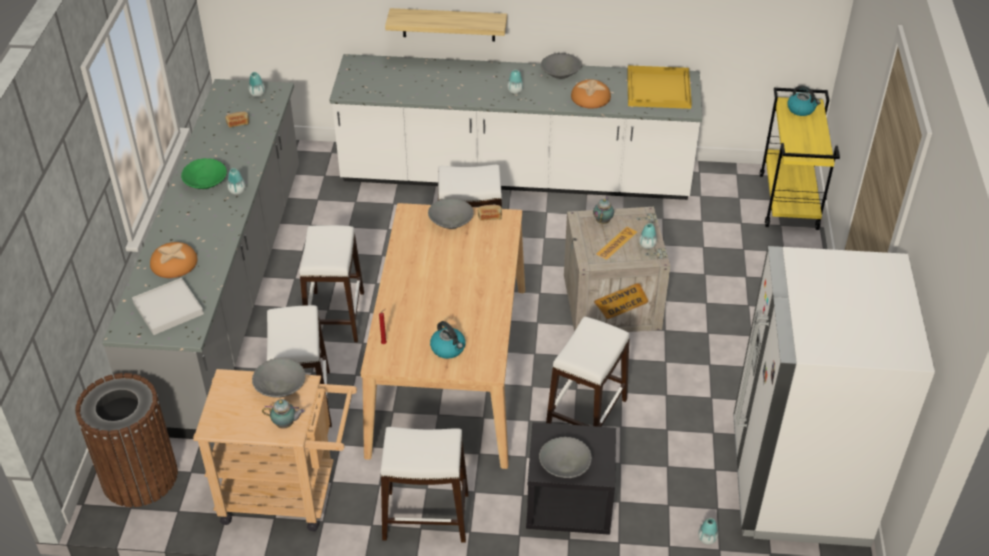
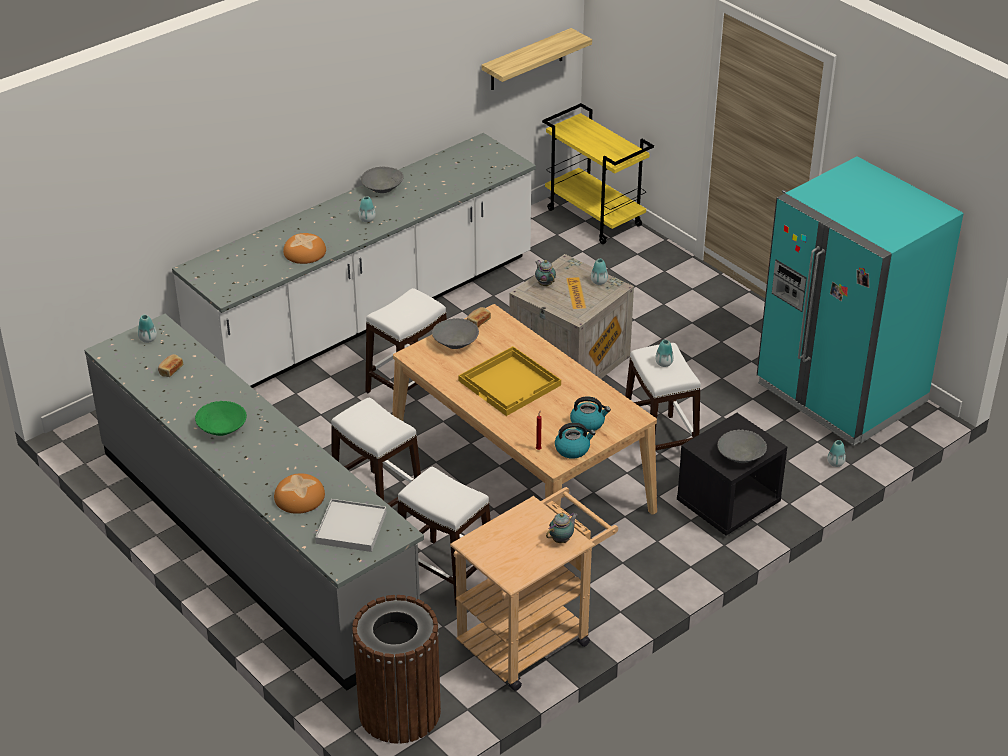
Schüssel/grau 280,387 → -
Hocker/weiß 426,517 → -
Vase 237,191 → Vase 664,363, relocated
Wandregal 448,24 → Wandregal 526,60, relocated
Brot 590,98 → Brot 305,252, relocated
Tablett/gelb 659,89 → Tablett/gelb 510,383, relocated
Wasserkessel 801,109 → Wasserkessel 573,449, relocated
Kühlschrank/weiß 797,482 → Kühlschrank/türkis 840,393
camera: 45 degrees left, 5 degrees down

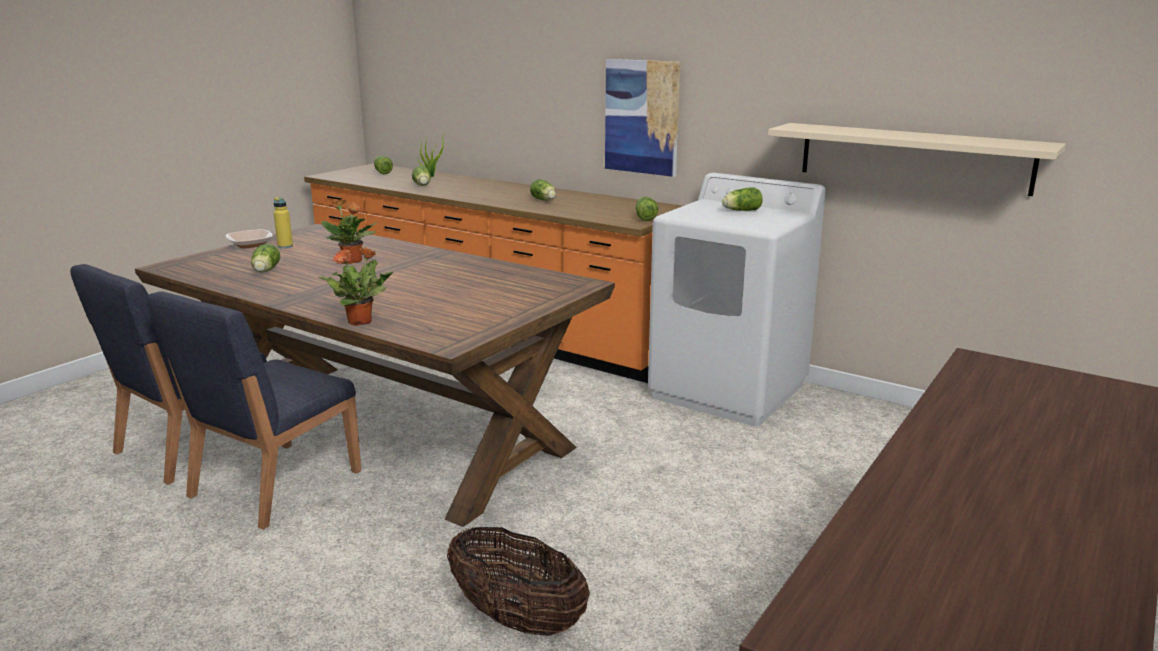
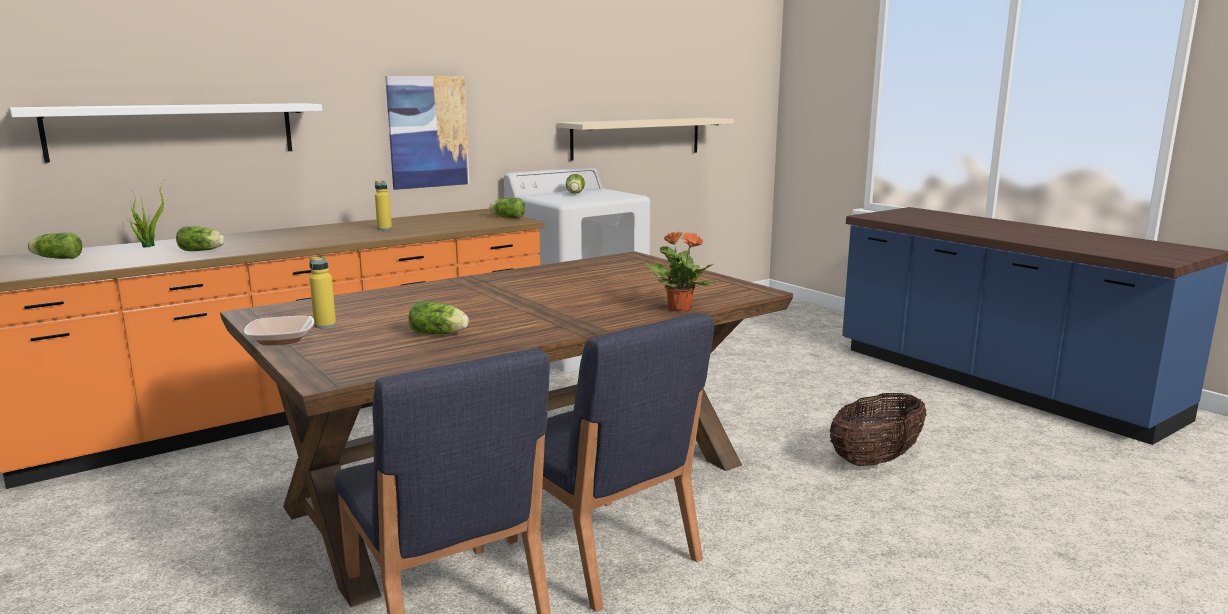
Topfpflanze 352,261 → -
- → Wandregal/weiß 174,130
Salatkopf 544,200 → Flasche/gelb 384,229
camera: 70 degrees left, 5 degrees down

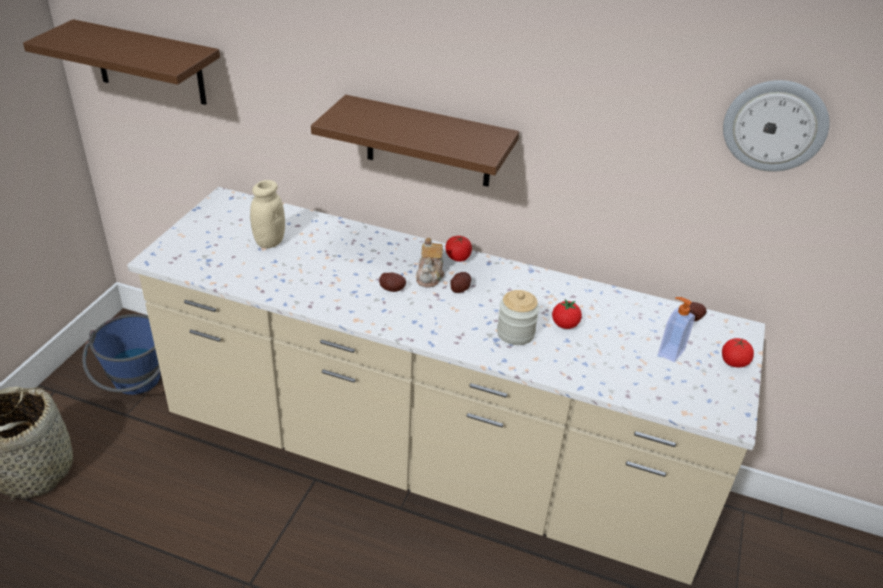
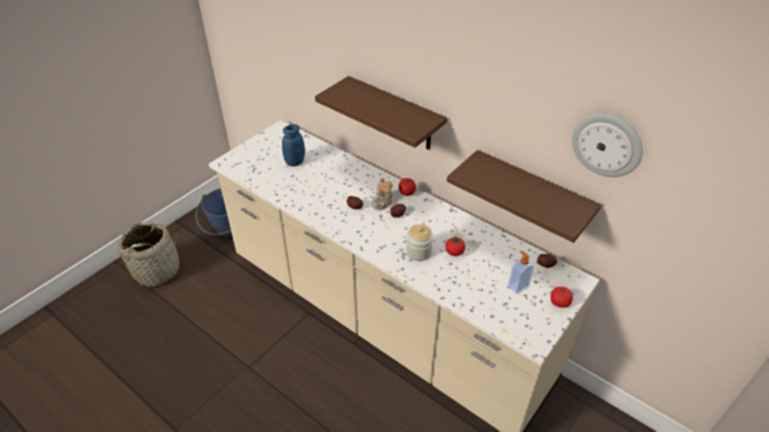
Wandregal/braun 149,63 → Wandregal/braun 531,194, relocated
Vorratsglas/beige 269,241 → Vorratsglas/blau 295,162
camera: 20 degrees right, 5 degrees up

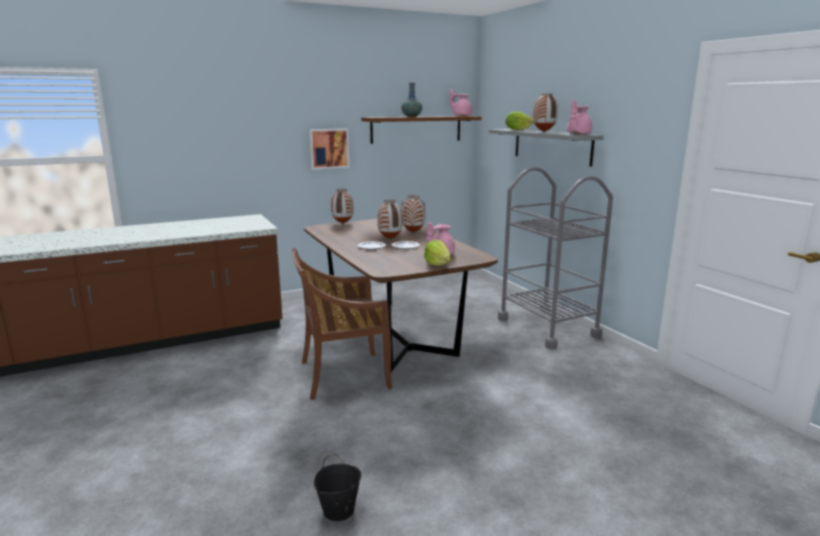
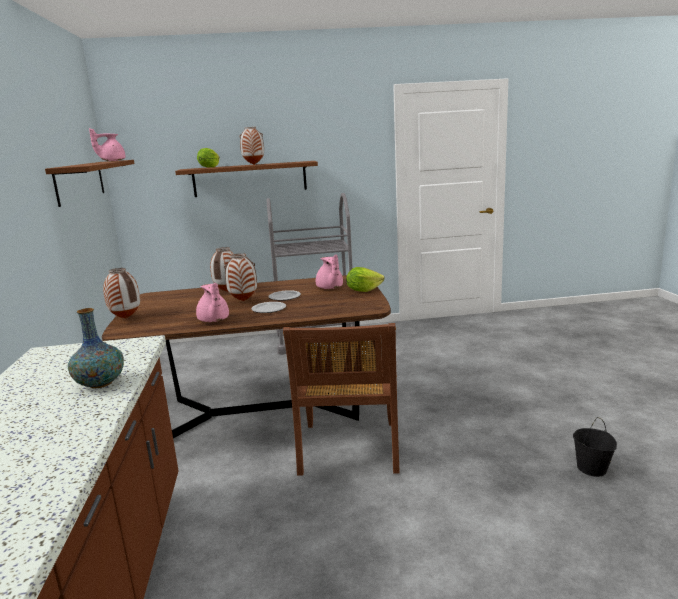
Bild 328,148 → -
Vase 411,116 → Vase 100,383, relocated
Teekanne/rosa 577,134 → Teekanne/rosa 213,320, relocated
Wandregal/grau 551,146 → Wandregal/braun 249,179
camera: 70 degrees left, 0 degrees up

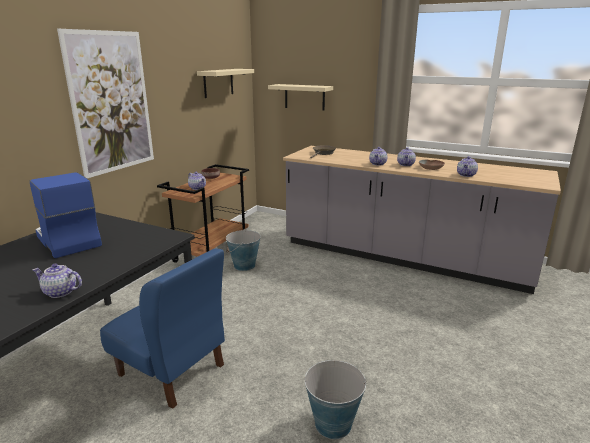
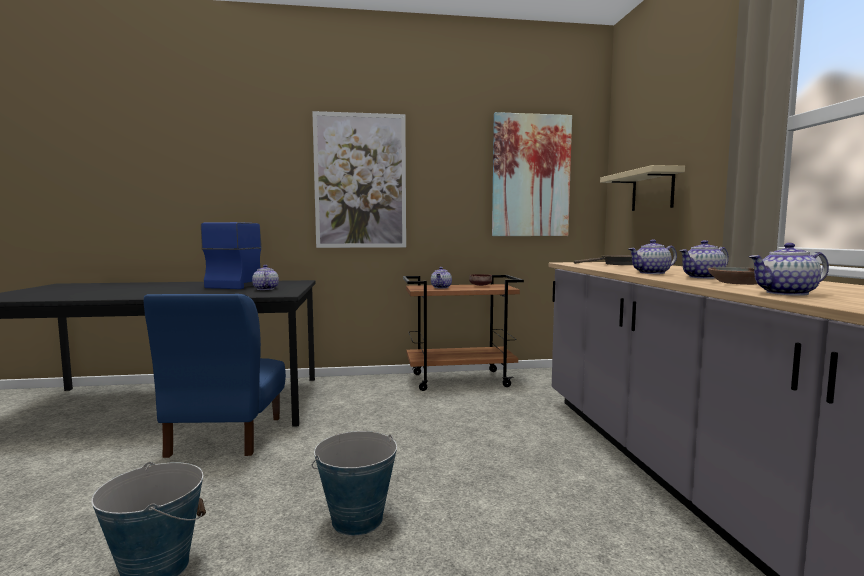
Teekanne 59,292 → Teekanne 265,289, relocated
Eimer 244,266 → Eimer 356,520, relocated
Wandregal/beige 218,83 → Bild 531,176
camera: 55 degrees right, 15 degrees down

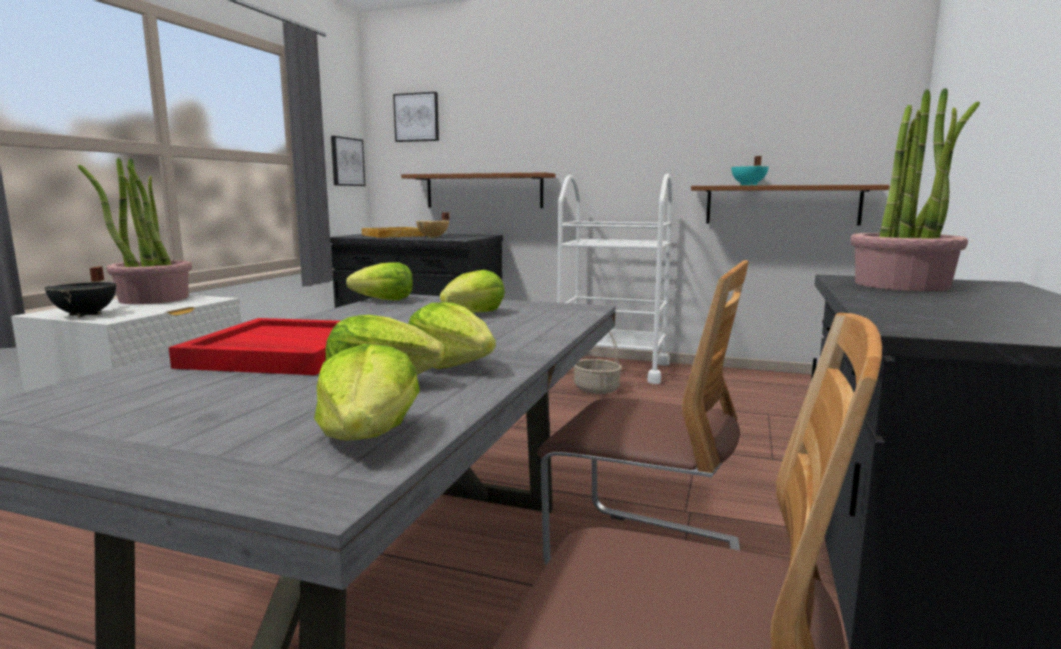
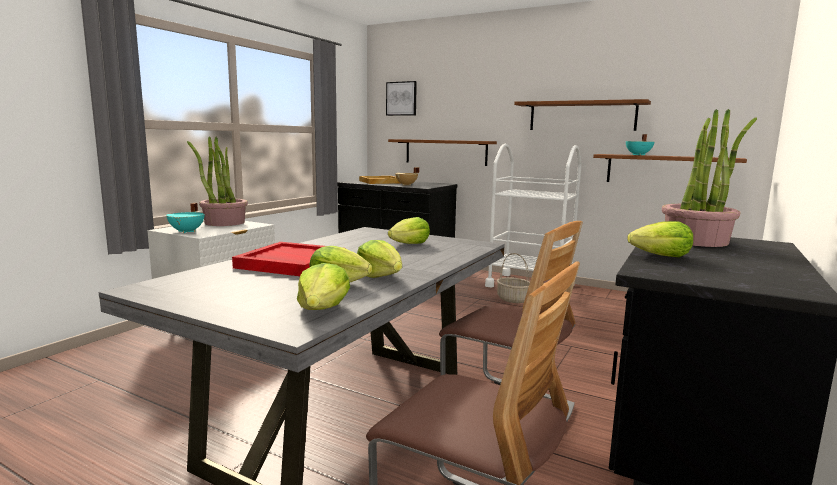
Bild 347,162 → -
- → Wandregal/braun 581,116
Salatkopf 384,300 → Salatkopf 661,256, relocated
Kochtopf/schwarz 87,314 → Kochtopf/türkis 187,231
camera: 10 degrees right, 0 degrees up

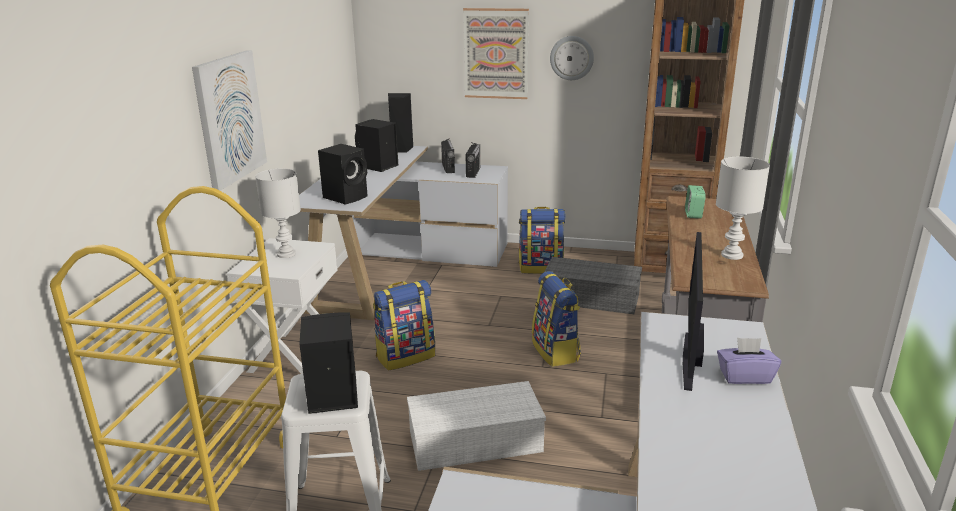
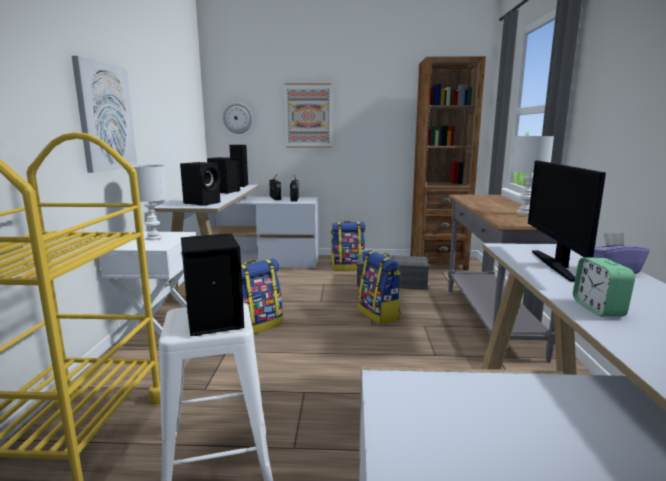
Aufbewahrungsbox/weiß 476,440 → -
Wanduhr 571,58 → Wanduhr 238,118, relocated
Wecker 693,214 → Wecker 598,309, relocated
camera: 10 degrees left, 10 degrees down

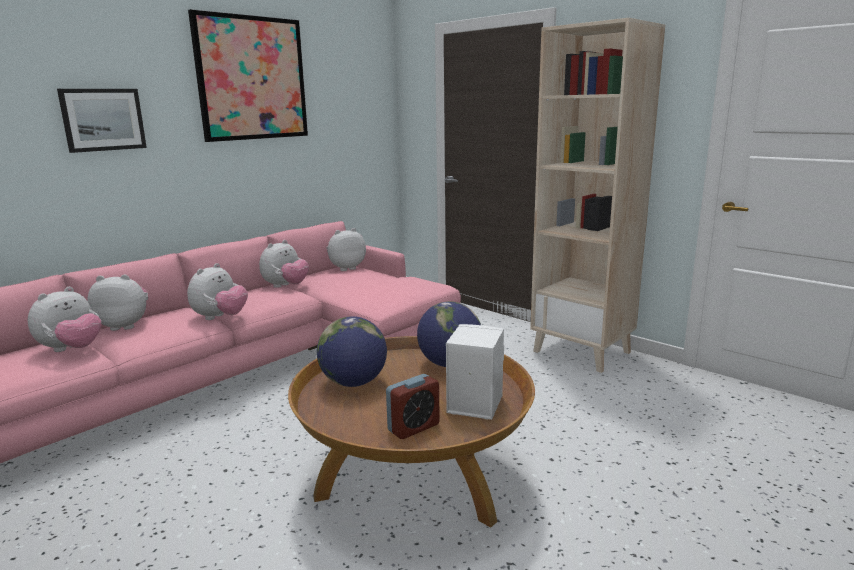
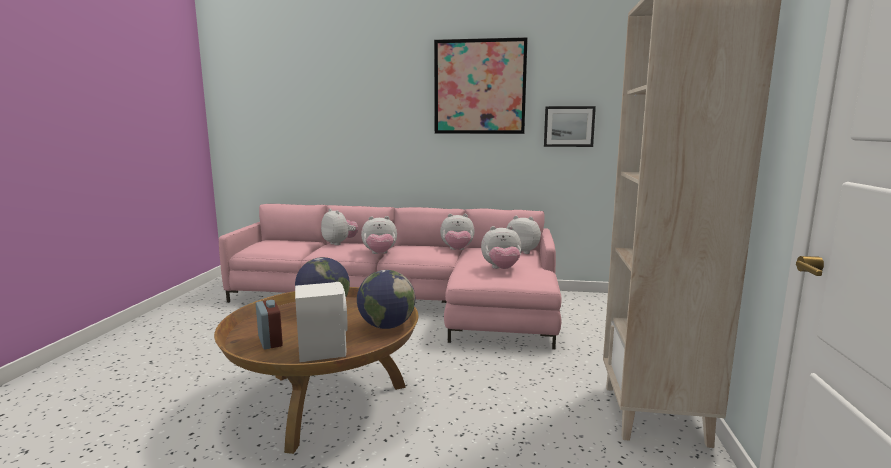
Plüschtier 72,349 → Plüschtier 501,269, relocated
Bild 103,119 → Bild 569,126, relocated
Wecker 413,427 → Wecker 270,341, 135 degrees counterclockwise
camera: 55 degrees right, 5 degrees down

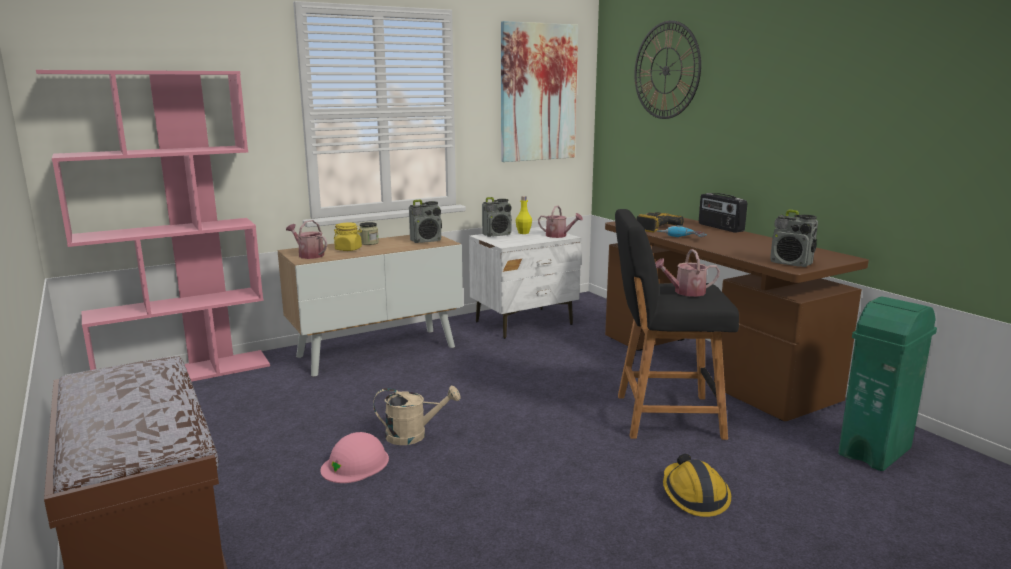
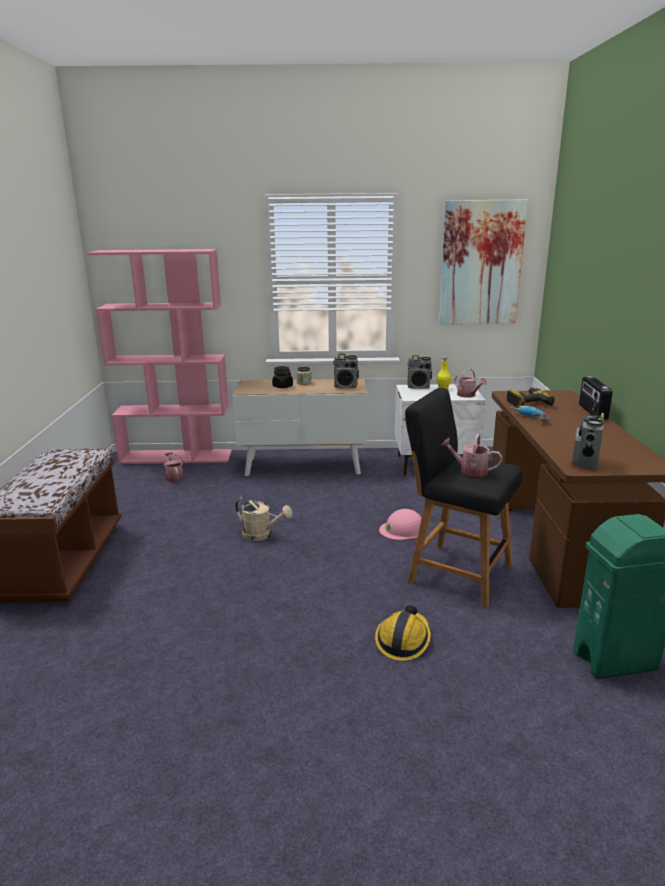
Wanduhr 666,70 → -
Gießkanne 308,255 → Gießkanne 174,477, relocated
Schutzhelm/rosa 355,464 → Schutzhelm/rosa 403,529, relocated
Vorratsglas/gelb 348,249 → Vorratsglas/schwarz 283,386
Radio 791,263 → Radio 584,463, 45 degrees clockwise
camera: 30 degrees right, 5 degrees up

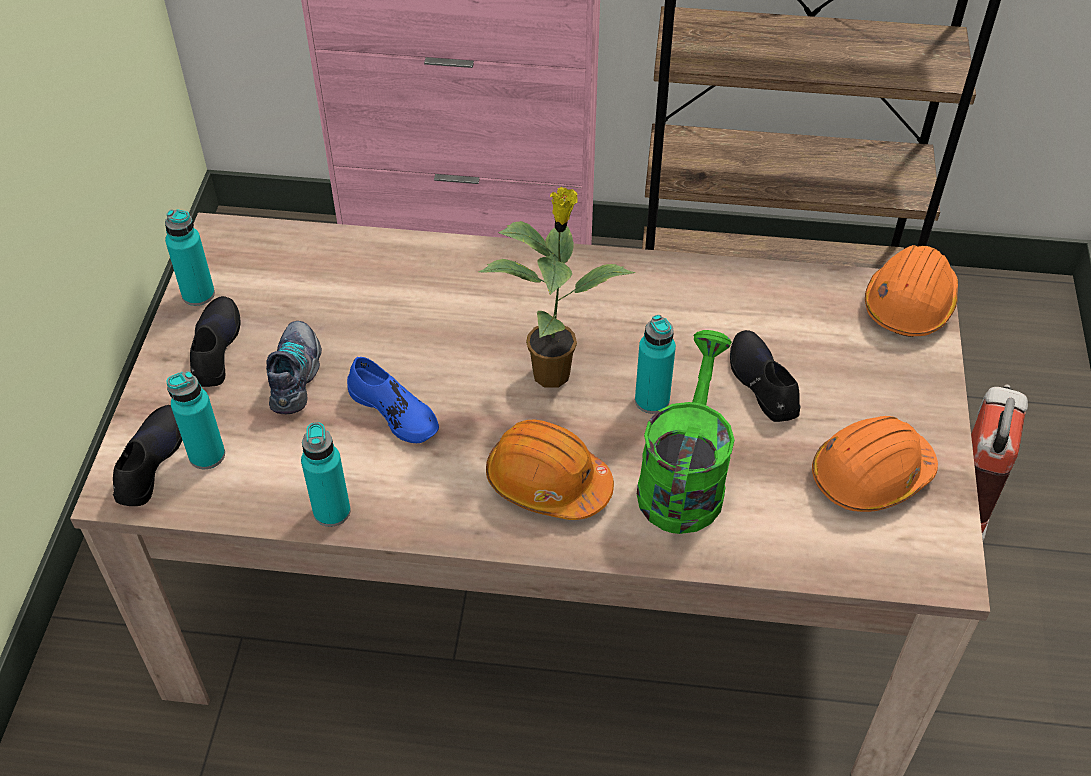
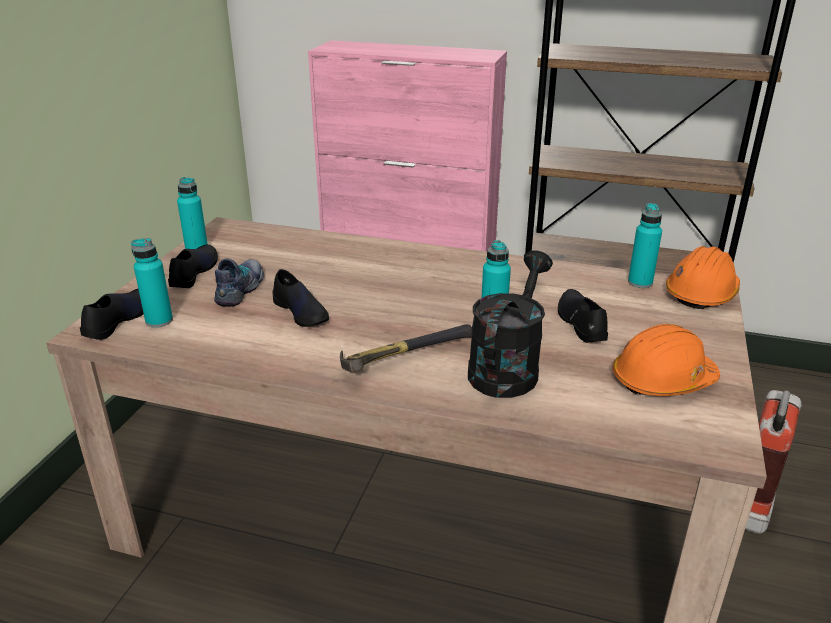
Topfpflanze 553,372 → -
Flasche/türkis 332,511 → Flasche/türkis 640,282, relocated
Schutzhelm/orange 547,482 → Hammer 400,358
Schuh/blau 394,411 → Schuh/schwarz 301,312
Gießkanne/grün 683,479 → Gießkanne/schwarz 507,367
camera: 10 degrees right, 20 degrees down

